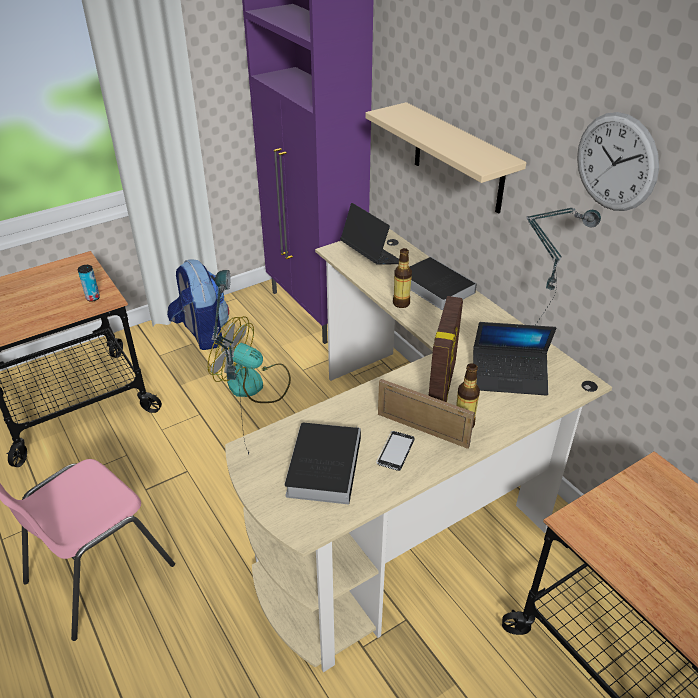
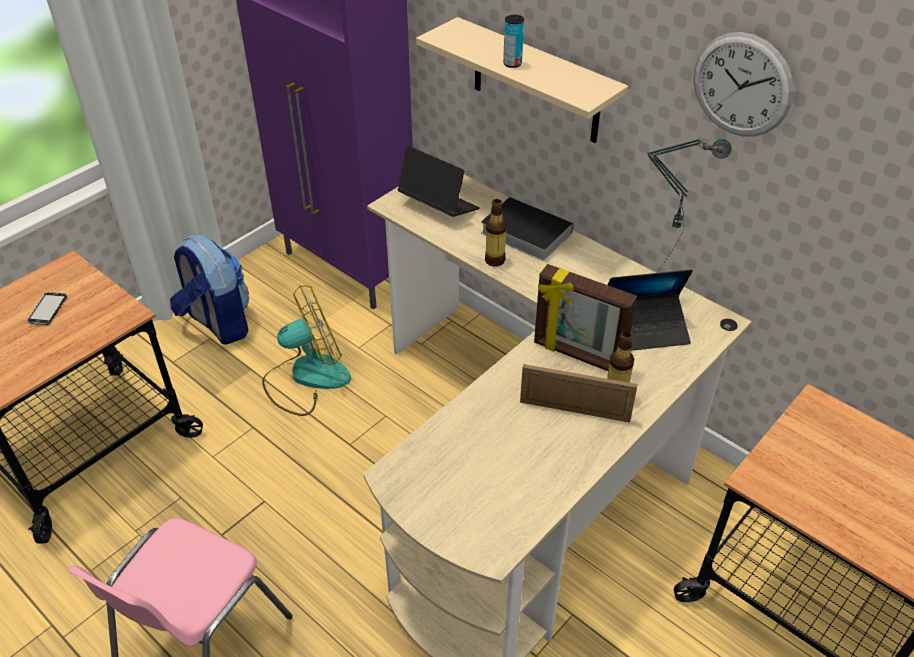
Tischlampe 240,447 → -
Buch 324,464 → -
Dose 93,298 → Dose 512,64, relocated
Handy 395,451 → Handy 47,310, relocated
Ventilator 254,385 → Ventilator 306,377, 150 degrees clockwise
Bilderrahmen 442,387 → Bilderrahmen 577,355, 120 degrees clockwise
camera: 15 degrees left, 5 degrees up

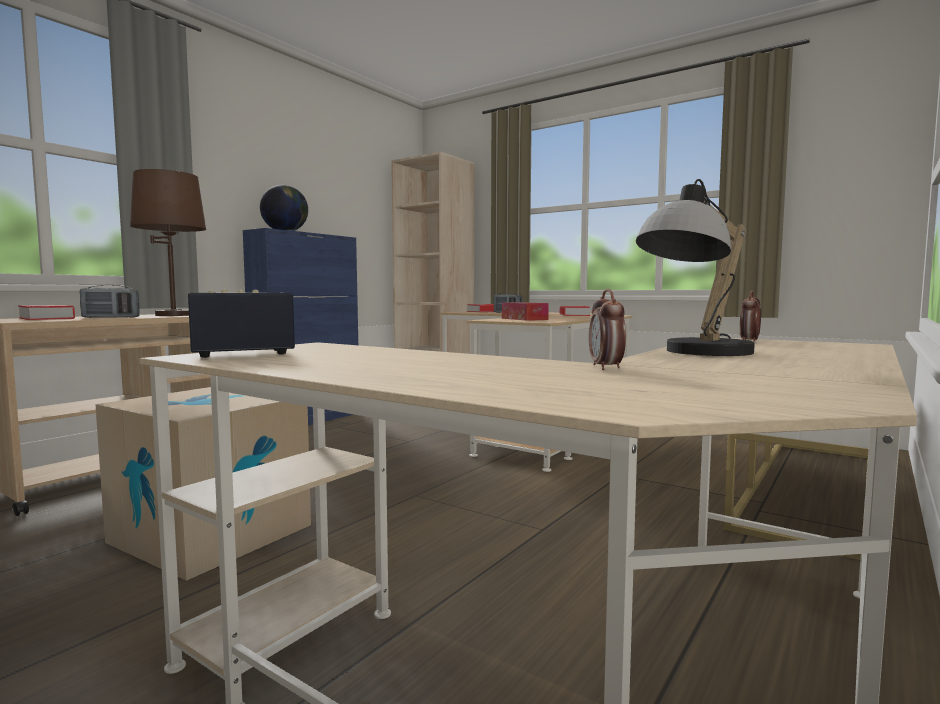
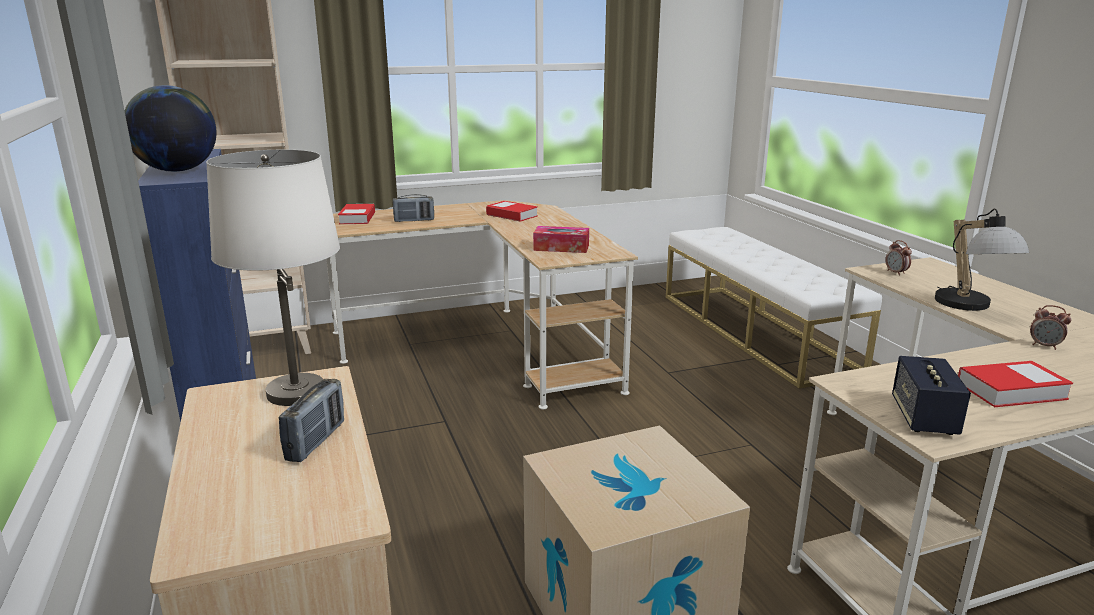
Buch 46,318 → Buch 1011,391, relocated
Tischlampe/braun 173,315 → Tischlampe/weiß 295,392
camera: 55 degrees left, 15 degrees up

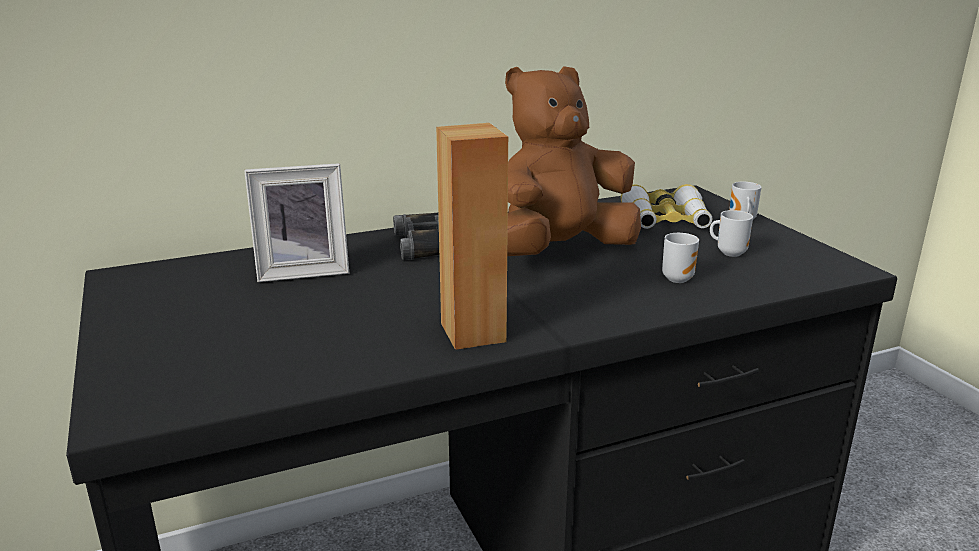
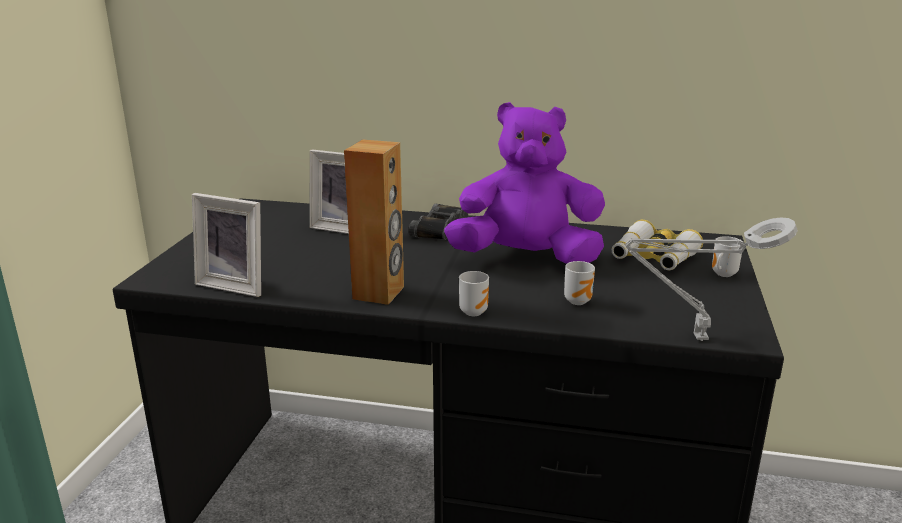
- → Bilderrahmen 236,284
- → Tischlampe/grau 695,338
Henkelbecher 729,252 → Henkelbecher 473,311, relocated
Plüschtier/braun 560,251 → Plüschtier/lila 526,258
camera: 35 degrees right, 0 degrees up

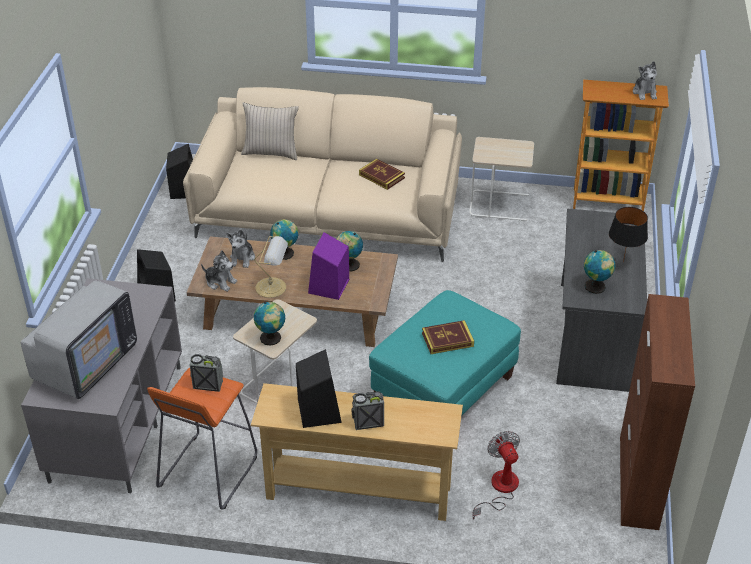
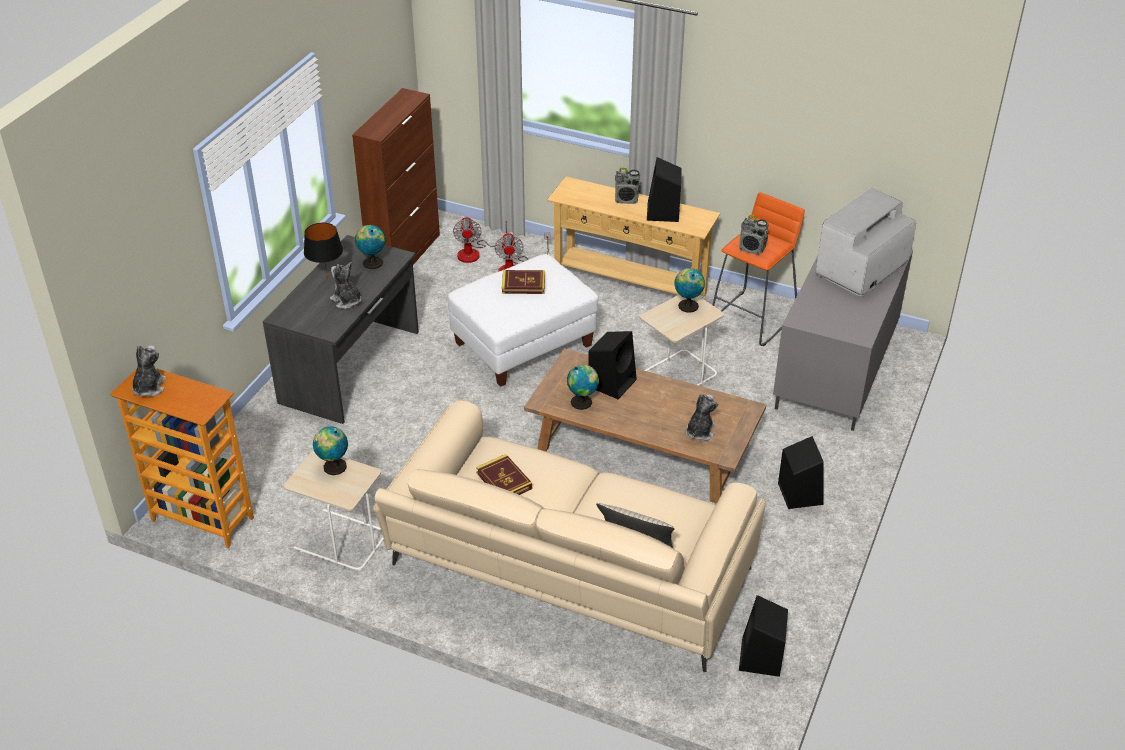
Tischlampe 272,287 → -
- → Ventilator 475,252
Plüschtier 220,282 → Plüschtier 347,301, relocated
Globus 286,253 → Globus 333,467, relocated
Lautsprecher/lila 328,287 → Lautsprecher/schwarz 612,382
Polsterhocker/türkis 443,389 → Polsterhocker/weiß 523,345
camera: 165 degrees left, 0 degrees up

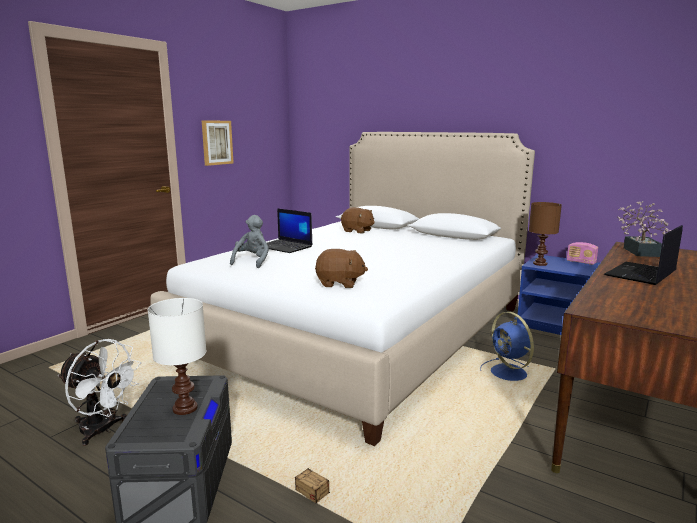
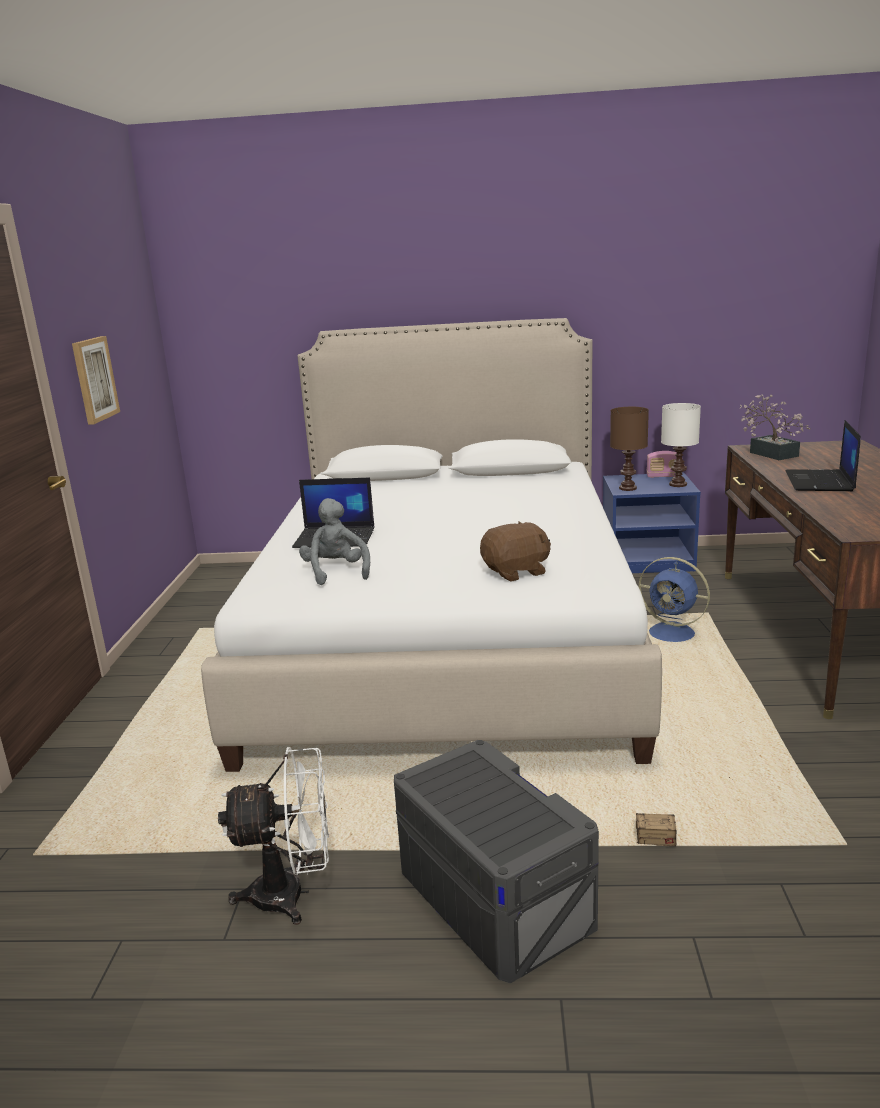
Plüschtier/braun 357,231 → -
Tischlampe/weiß 186,408 → Tischlampe/weiß 677,484, relocated
camera: 30 degrees left, 5 degrees up

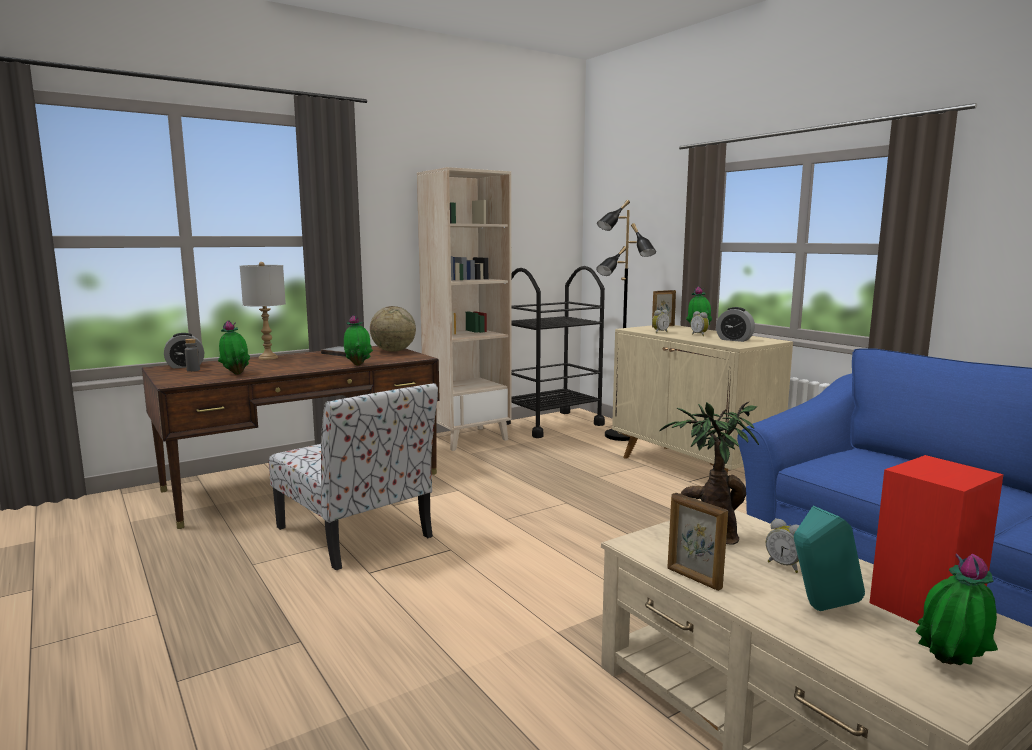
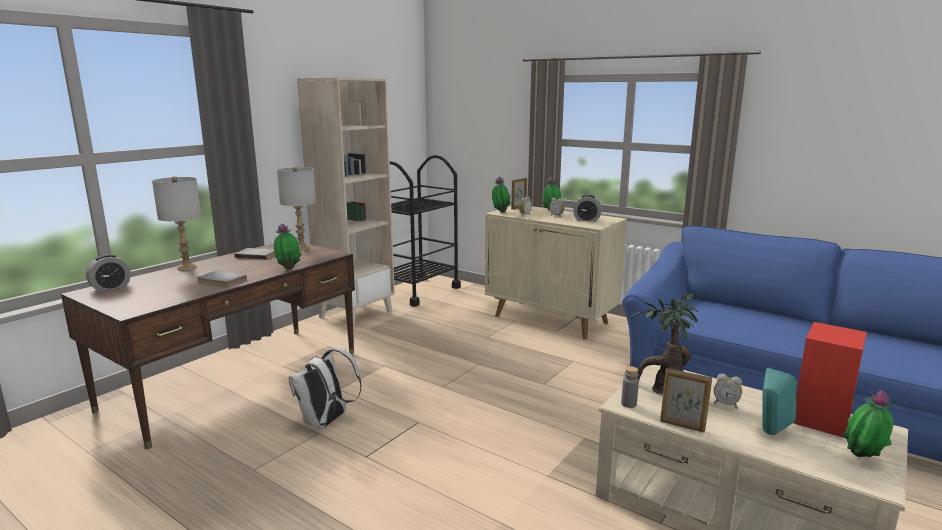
Stehlampe/schwarz 620,436 → -
- → Buch/grau 220,281
Flasche/grau 193,370 → Flasche/grau 628,404, relocated
Topfpflanze 235,374 → Topfpflanze 500,212, relocated
Stuhl 356,533 → Rucksack/weiß 326,422
Globus 393,351 → Tischlampe/grau 301,248
camera: 20 degrees left, 5 degrees up

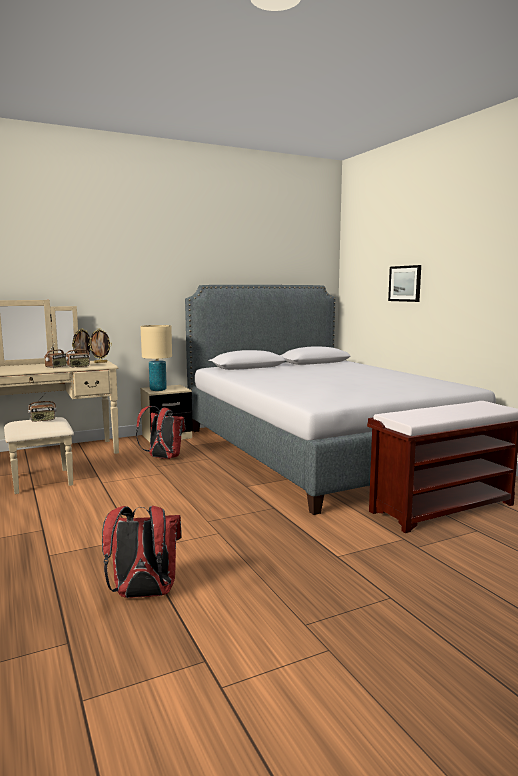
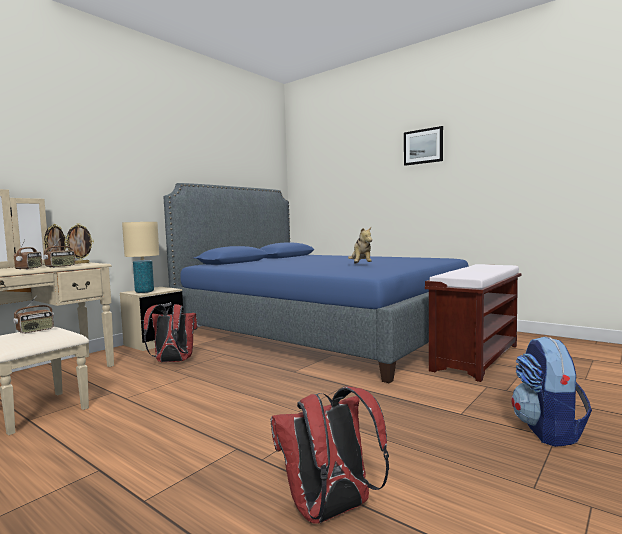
- → Plüschtier 361,265
- → Rucksack 548,431
Bild 405,283 → Bild 423,146, relocated
Bett/grau 321,450 → Bett/blau 320,332
camera: 25 degrees left, 5 degrees down

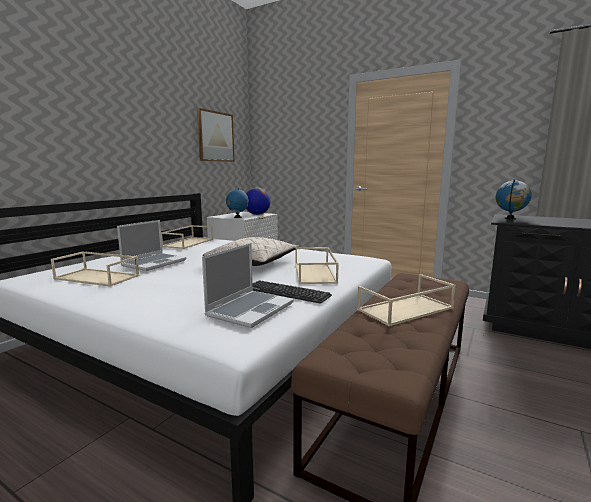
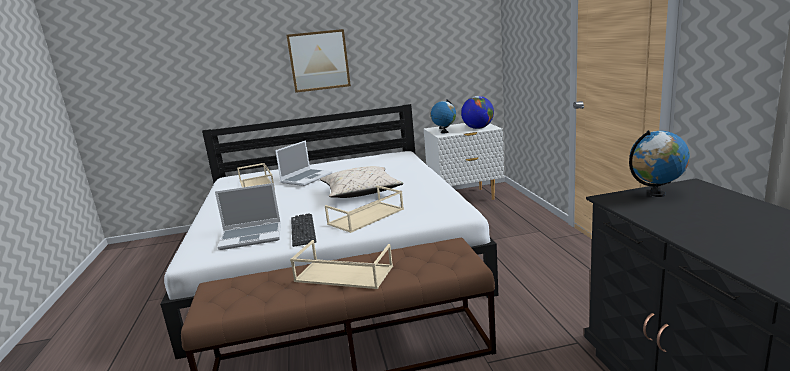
Tablett/beige 188,243 → -
Bild 215,136 → Bild 319,60, relocated
Laptop 154,263 → Laptop 306,178, 45 degrees counterclockwise
camera: 50 degrees right, 5 degrees up

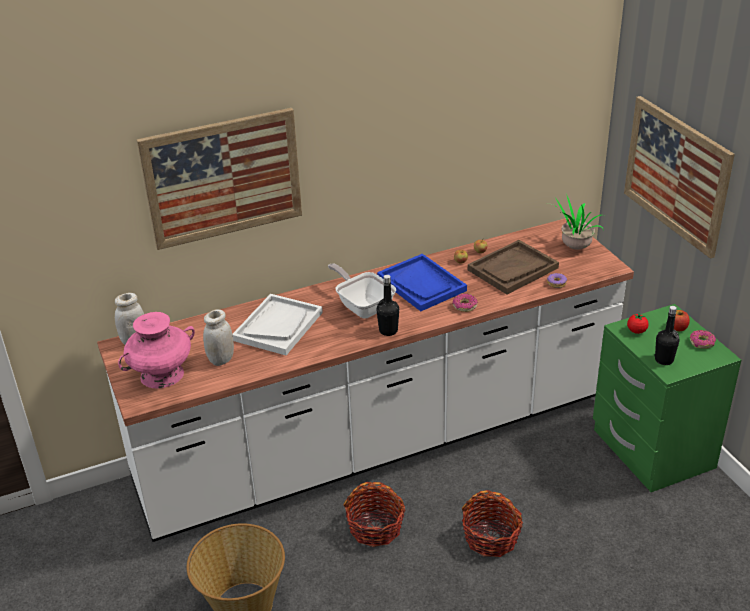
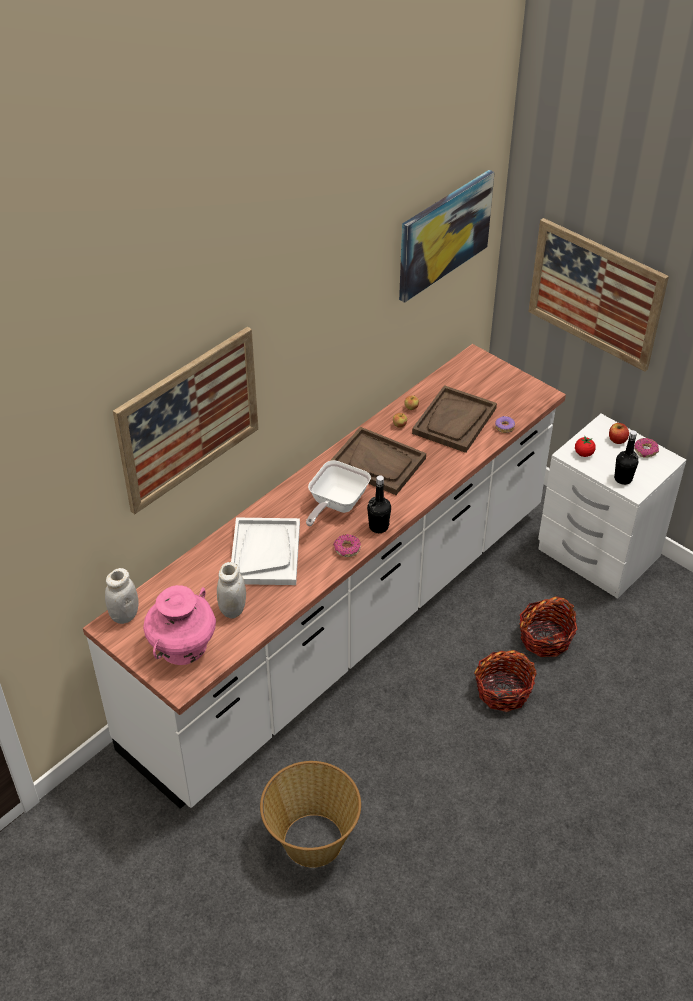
Topfpflanze 573,248 → -
- → Bild 444,234
Korb 375,528 → Korb 545,638, relocated
Donut 464,306 → Donut 347,549, relocated
Tablett/blau 422,284 → Tablett/braun 378,463
Nachttisch/grün 651,449 → Nachttisch/weiß 597,554
Pfanne 363,306 → Pfanne 335,505, 90 degrees counterclockwise
camera: 25 degrees left, 10 degrees up

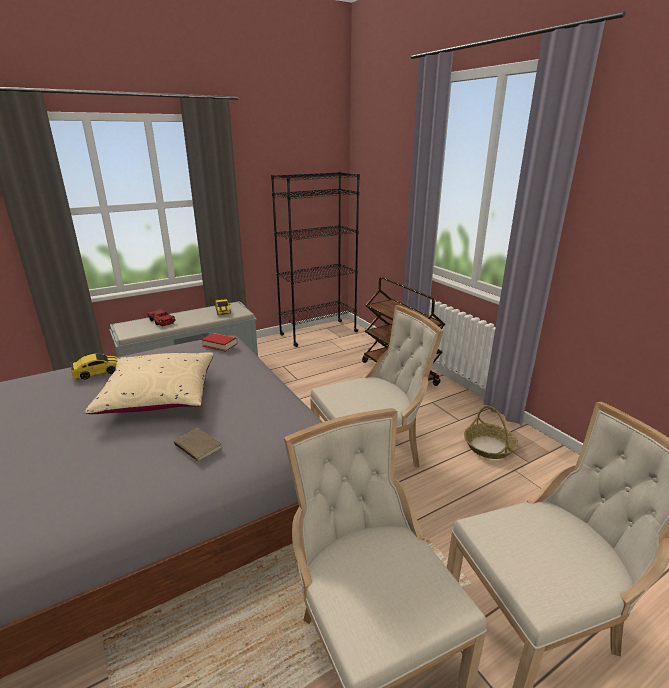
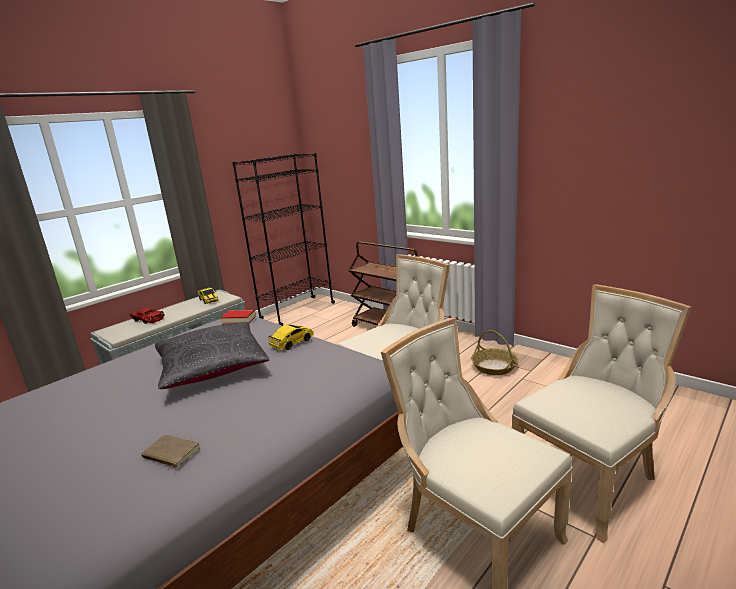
Spielzeugauto 97,372 → Spielzeugauto 292,343, relocated
Buch/braun 196,447 → Buch/braun 170,454, relocated
Kissen/beige 159,396 → Kissen/schwarz 212,368
camera: 15 degrees left, 5 degrees down

